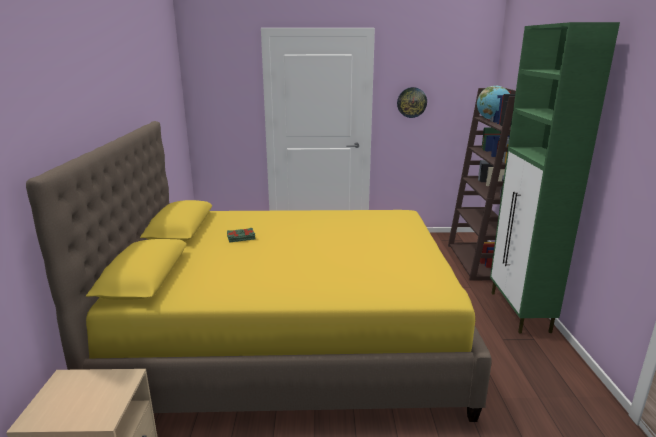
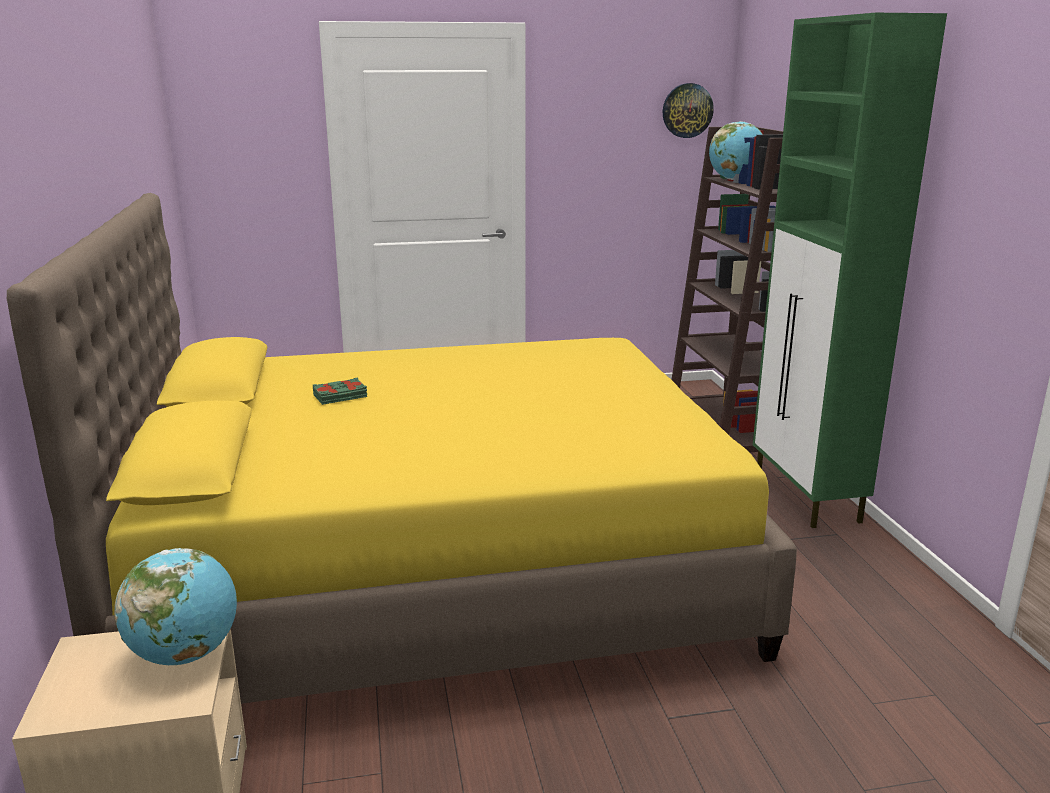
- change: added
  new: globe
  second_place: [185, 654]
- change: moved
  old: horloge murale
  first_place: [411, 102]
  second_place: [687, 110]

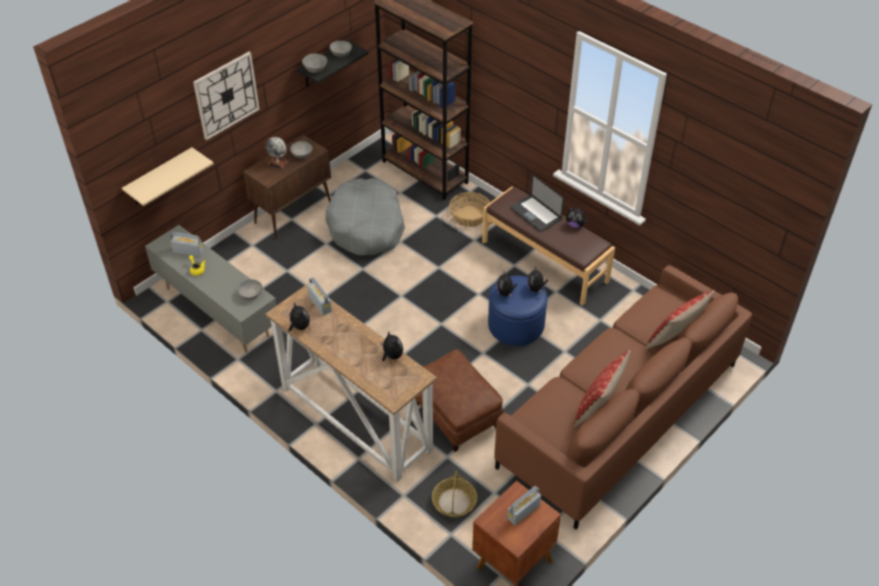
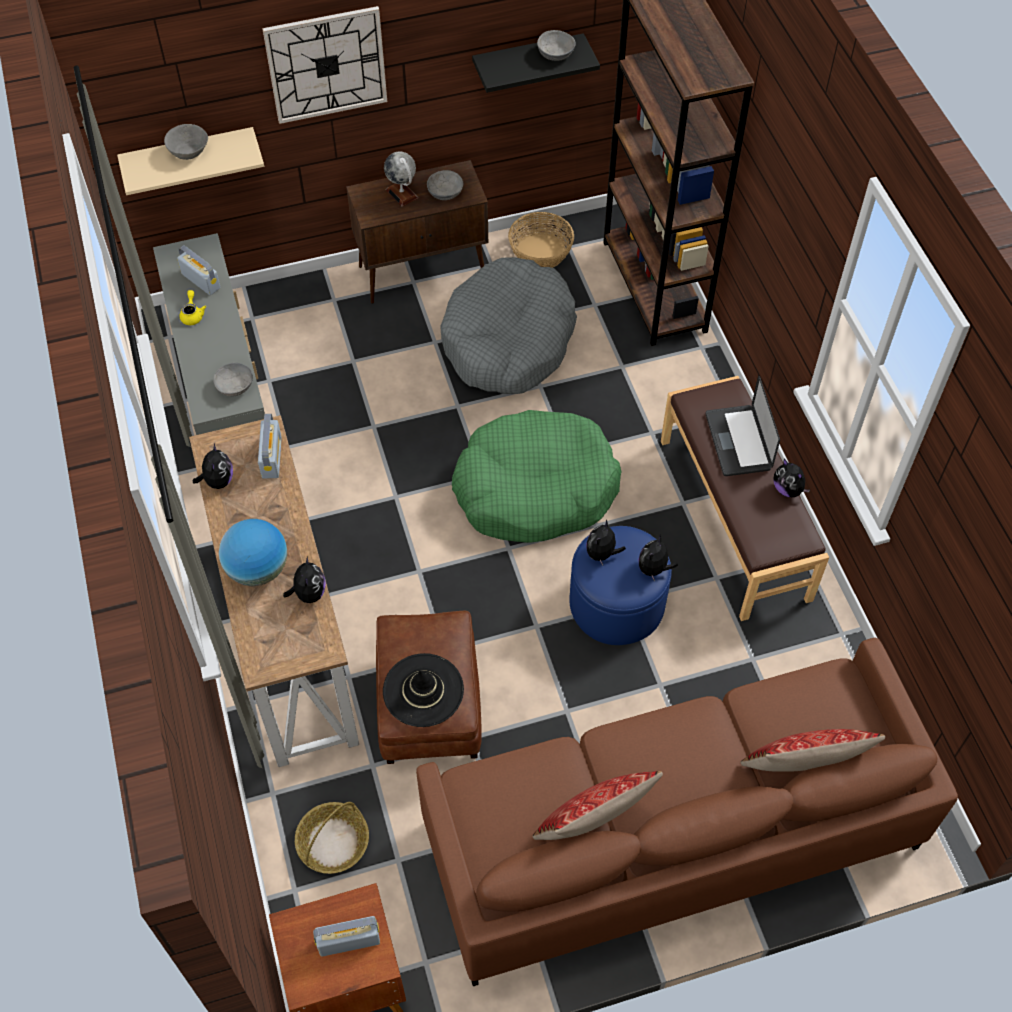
- change: moved
  old: bol/gris
  first_place: [315, 69]
  second_place: [188, 153]
- change: added
  new: globe
  second_place: [258, 570]
- change: added
  new: chapeau/noir
  second_place: [423, 690]
- change: added
  new: panier pour chien/vert
  second_place: [535, 489]
- change: moved
  old: panier
  first_place: [469, 216]
  second_place: [540, 251]

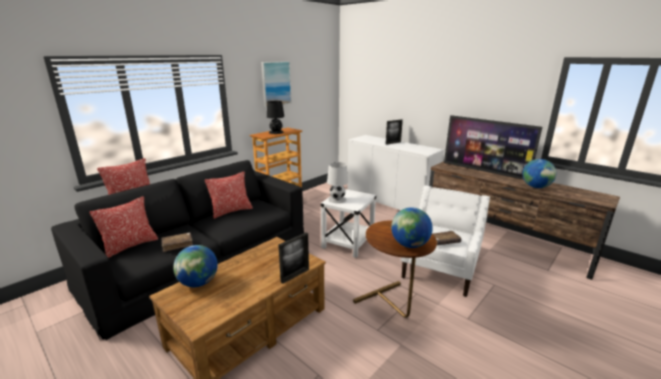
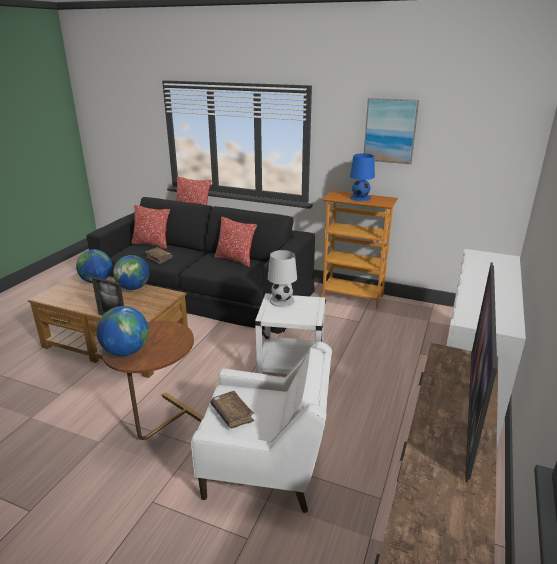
- change: moved
  old: globe
  first_place: [536, 187]
  second_place: [133, 288]
- change: recoloured
  old: lampe de table/noir
  new: lampe de table/bleu
  first_place: [276, 132]
  second_place: [360, 198]
- change: removed
  old: cadre photo
  first_place: [393, 143]

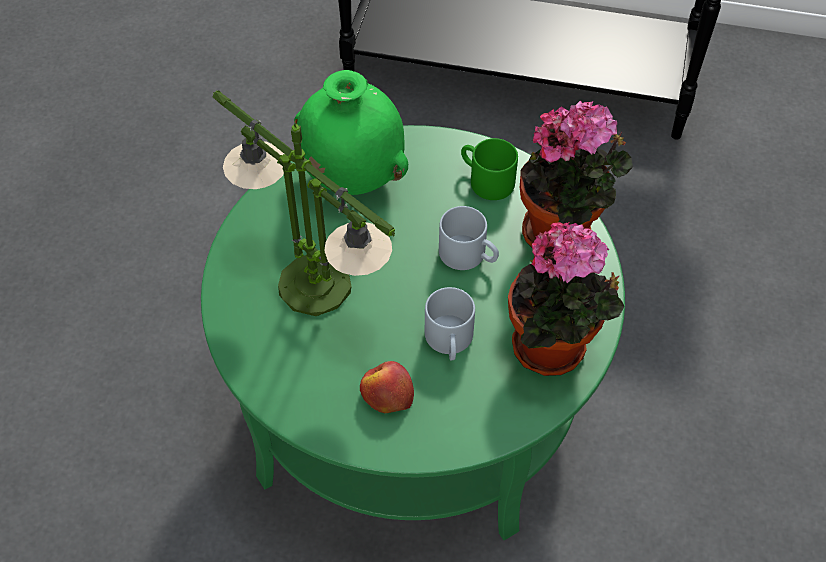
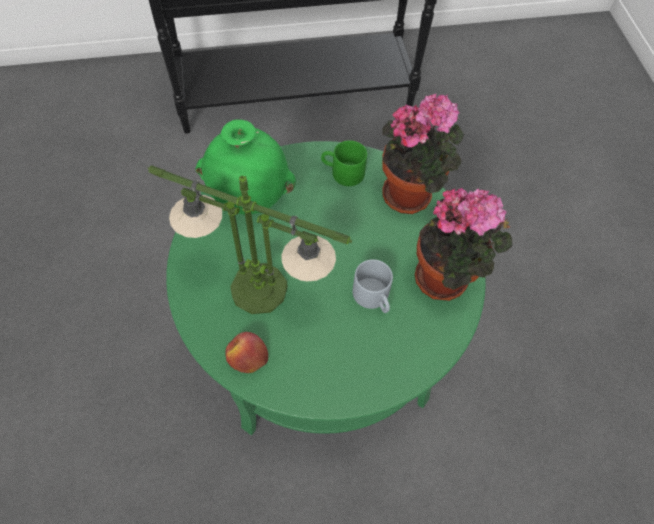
- change: moved
  old: pomme
  first_place: [386, 394]
  second_place: [247, 356]
- change: removed
  old: mug/gris
  first_place: [469, 255]

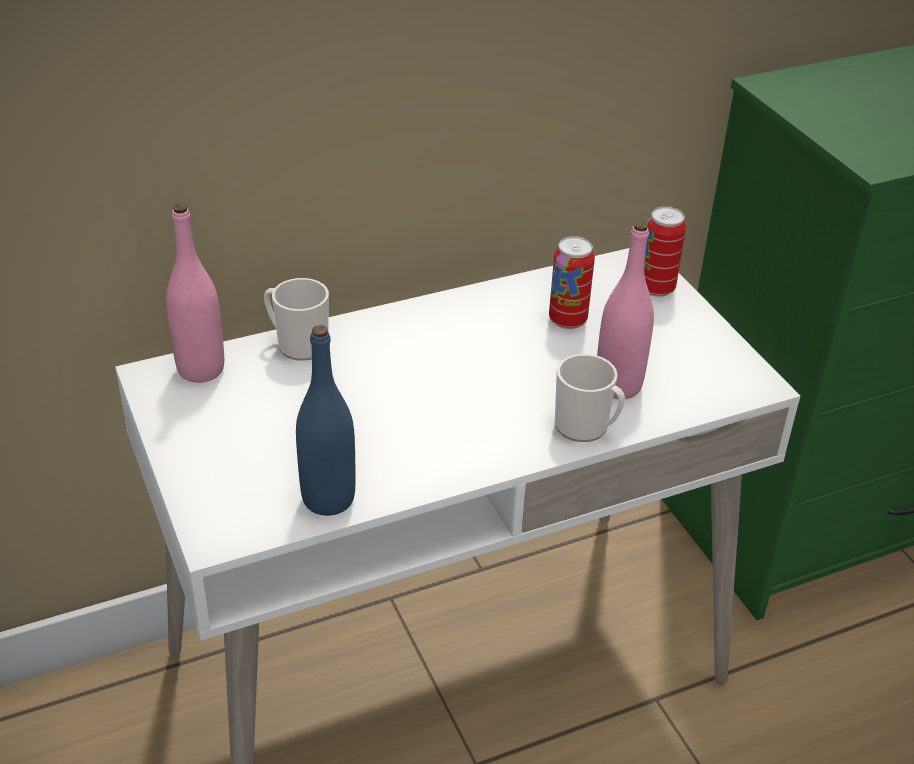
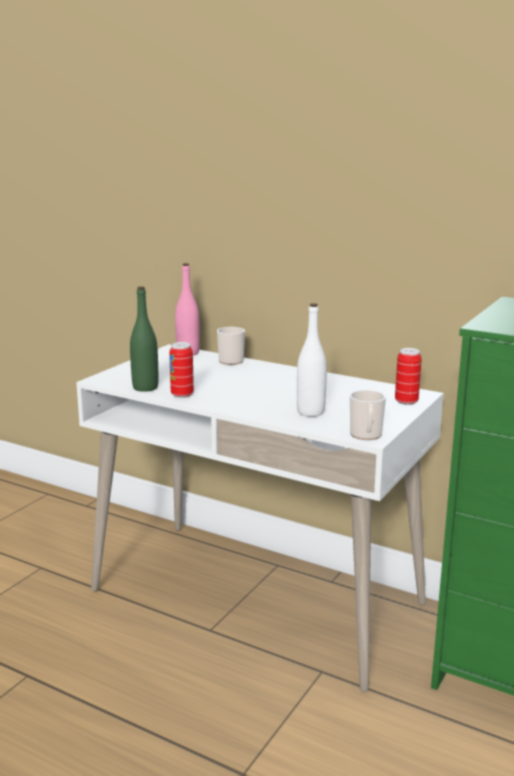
- change: recoloured
  old: bouteille/bleu
  new: bouteille/vert
  first_place: [328, 499]
  second_place: [145, 387]
- change: moved
  old: boîte métallique
  first_place: [567, 320]
  second_place: [182, 395]
- change: recoloured
  old: bouteille/rose
  new: bouteille/blanc
  first_place: [618, 386]
  second_place: [310, 412]
- change: moved
  old: mug
  first_place: [586, 427]
  second_place: [366, 435]

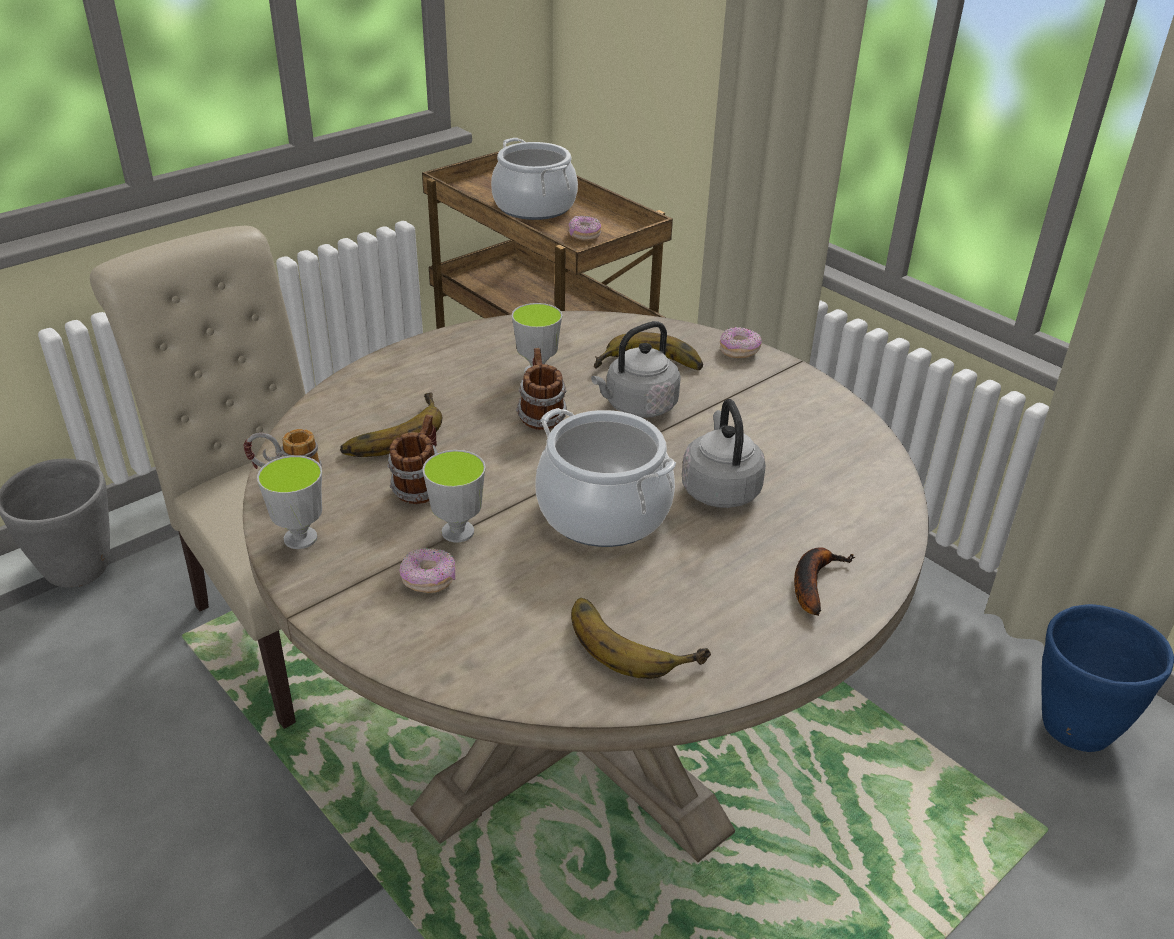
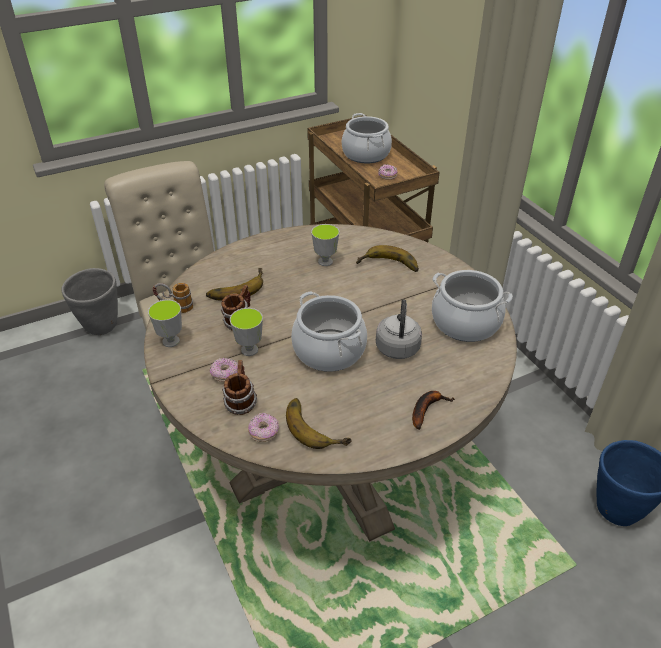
- change: moved
  old: mug
  first_place: [540, 416]
  second_place: [240, 403]
- change: moved
  old: beignet
  first_place: [739, 351]
  second_place: [264, 432]
- change: added
  new: marmite
  second_place: [465, 323]
- change: removed
  old: bouilloire/gris
  first_place: [637, 407]

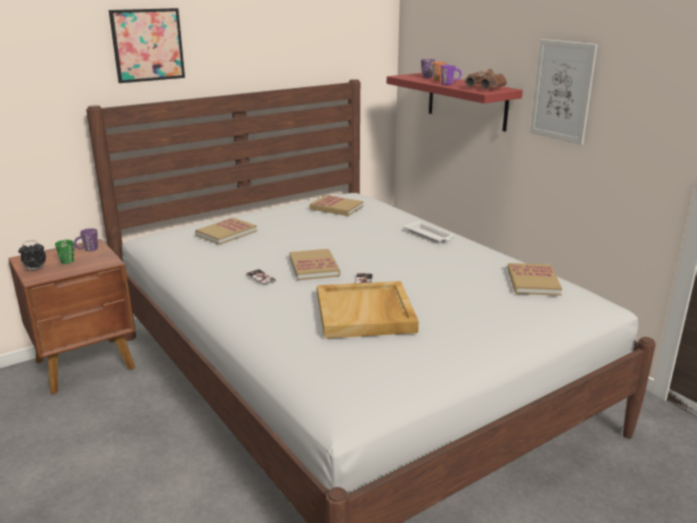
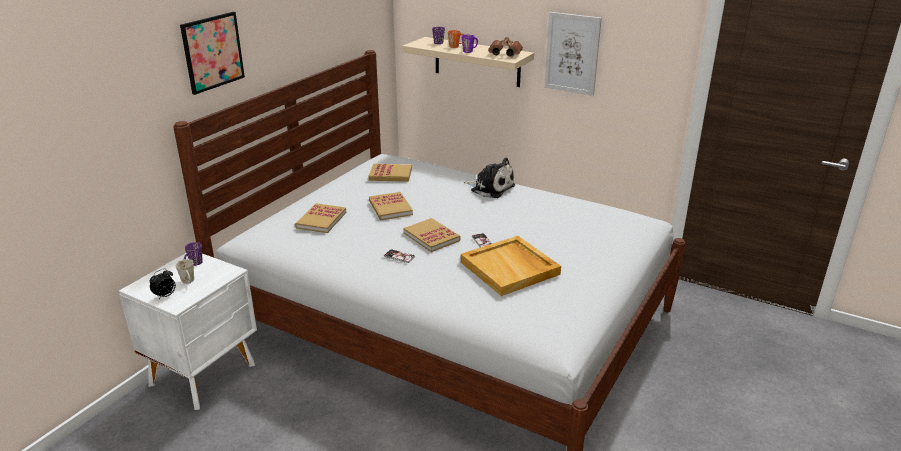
- change: recoloured
  old: table de chevet/marron
  new: table de chevet/blanc
  first_place: [87, 365]
  second_place: [205, 374]
- change: recoloured
  old: mug/vert
  new: mug/blanc
  first_place: [66, 263]
  second_place: [189, 282]
- change: moved
  old: livre
  first_place: [533, 282]
  second_place: [390, 208]
- change: recoloured
  old: étagère/rouge
  new: étagère/beige
  first_place: [467, 101]
  second_place: [477, 62]
- change: replaced
  old: plateau/blanc
  new: peluche
  first_place: [429, 236]
  second_place: [490, 188]

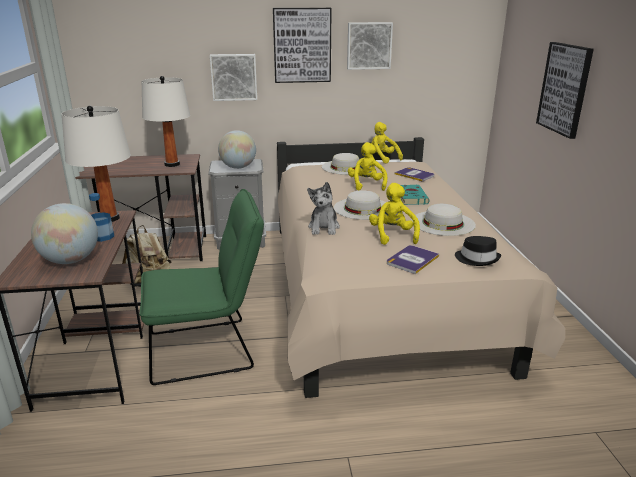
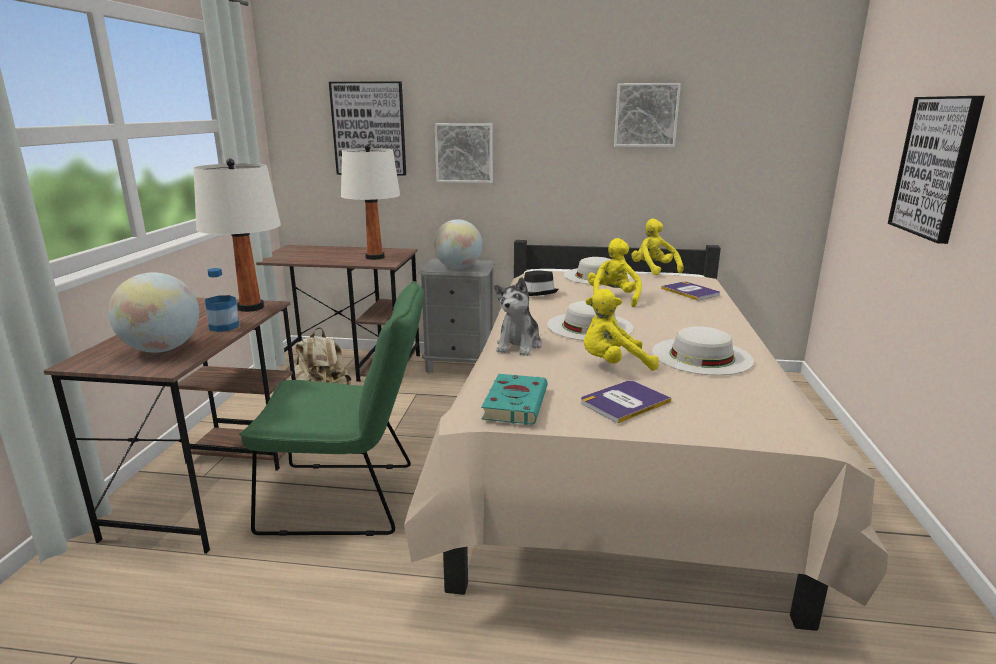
- change: moved
  old: tableau
  first_place: [302, 45]
  second_place: [369, 129]
- change: moved
  old: livre/turquoise
  first_place: [411, 197]
  second_place: [515, 403]
- change: moved
  old: chapeau/noir
  first_place: [477, 258]
  second_place: [537, 292]
- change: turned
  old: peluche/jaune
  first_place: [392, 235]
  second_place: [613, 365]
  degrees: -105

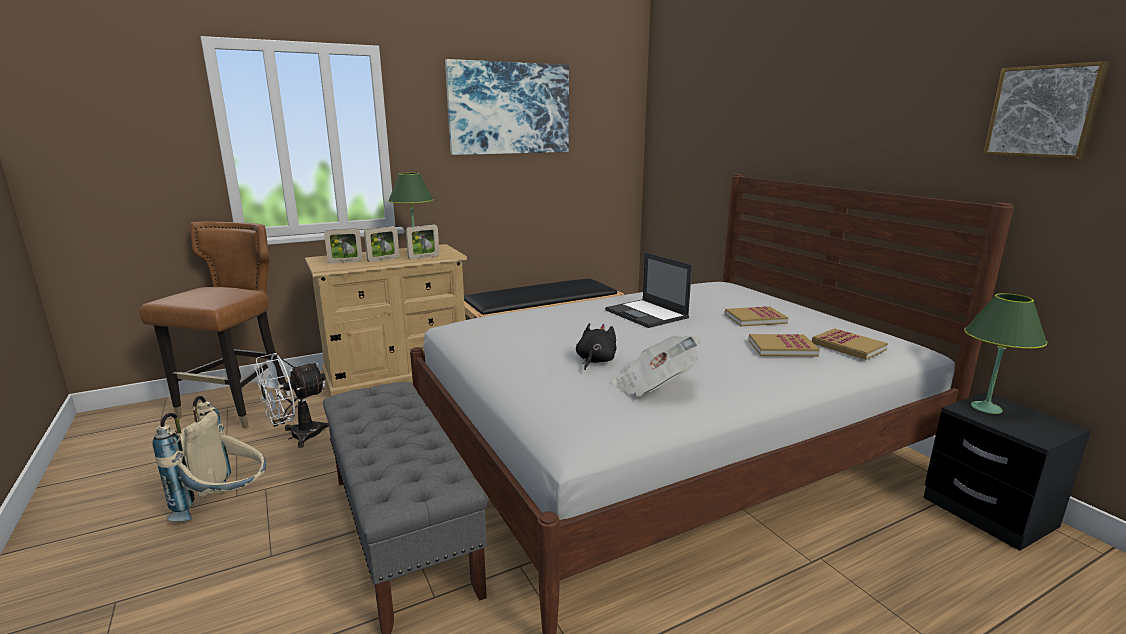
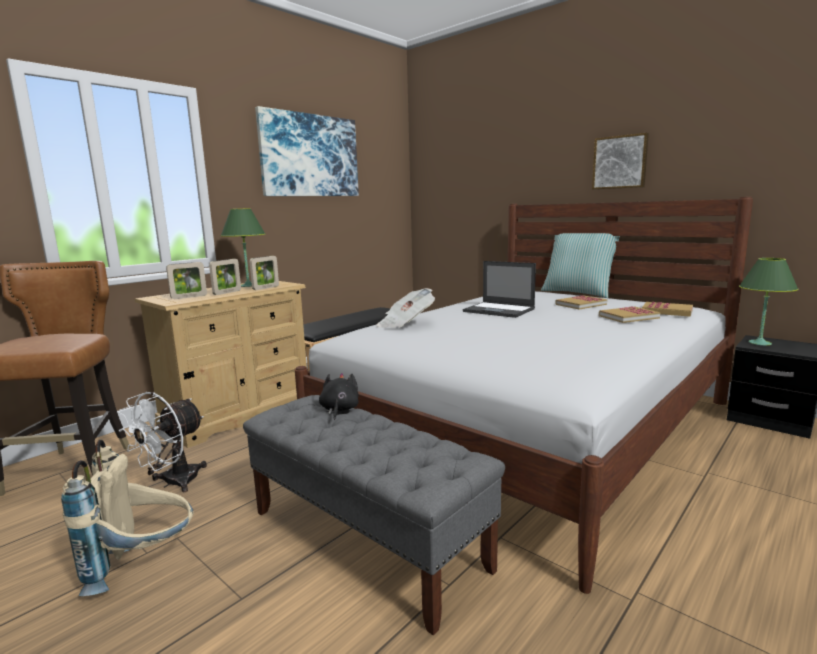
- change: moved
  old: peluche/noir
  first_place: [595, 361]
  second_place: [339, 410]
- change: moved
  old: journal
  first_place: [653, 385]
  second_place: [405, 324]
- change: added
  new: coussin
  second_place: [578, 293]
- change: moved
  old: tableau
  first_place: [1044, 111]
  second_place: [620, 162]

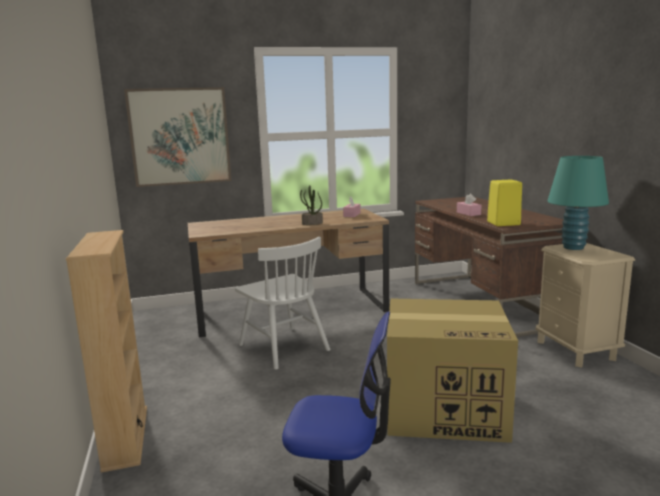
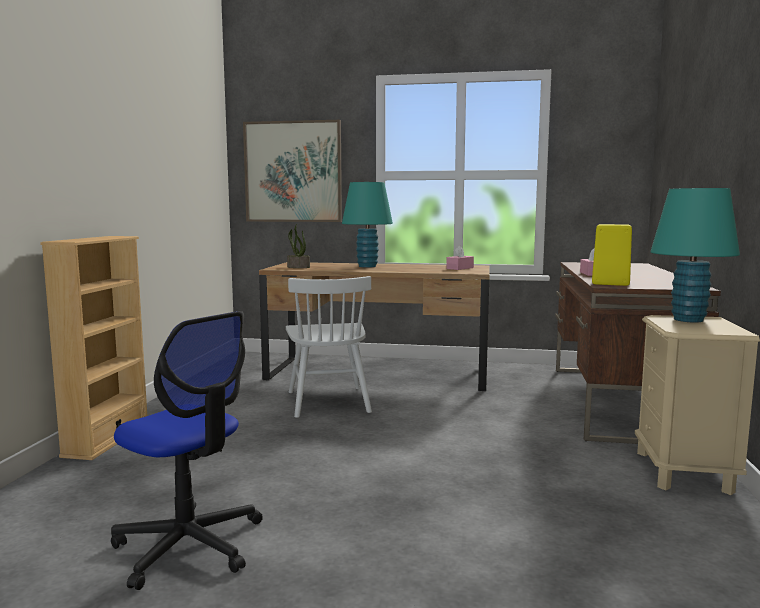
- change: moved
  old: plante en pot
  first_place: [312, 223]
  second_place: [298, 267]
- change: added
  new: lampe de table/turquoise
  second_place: [367, 266]
- change: removed
  old: carton
  first_place: [446, 409]

